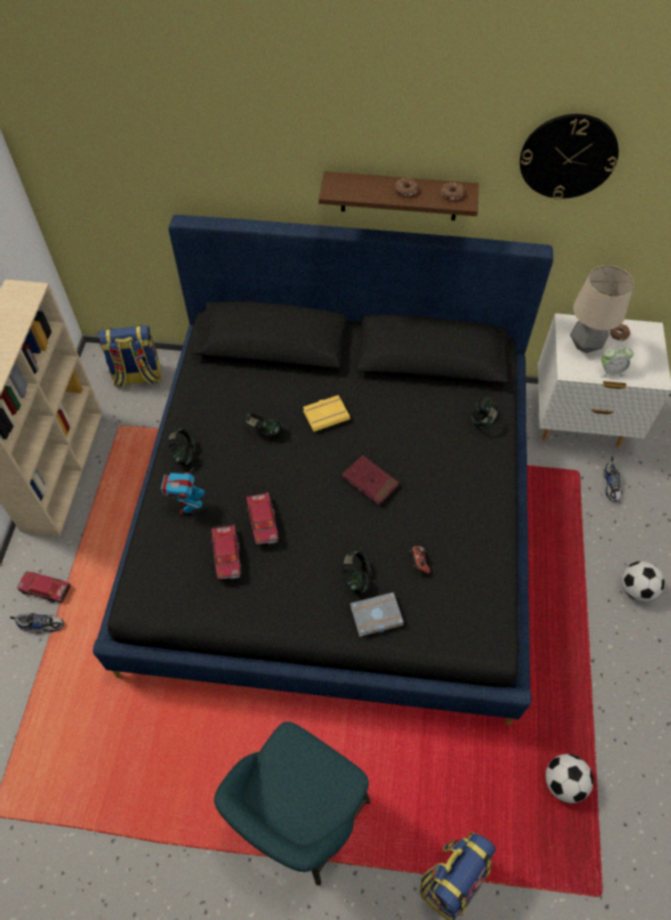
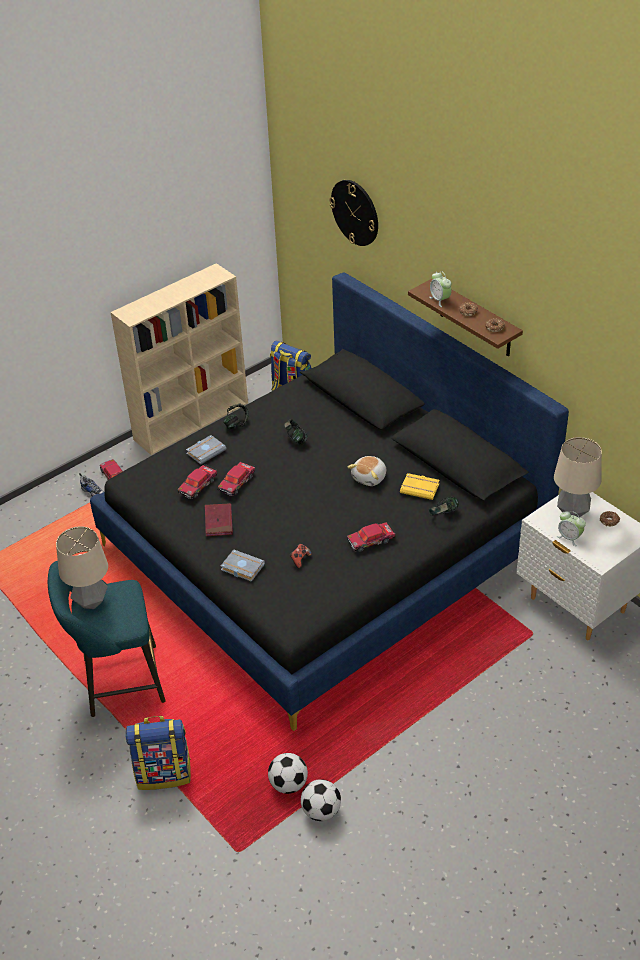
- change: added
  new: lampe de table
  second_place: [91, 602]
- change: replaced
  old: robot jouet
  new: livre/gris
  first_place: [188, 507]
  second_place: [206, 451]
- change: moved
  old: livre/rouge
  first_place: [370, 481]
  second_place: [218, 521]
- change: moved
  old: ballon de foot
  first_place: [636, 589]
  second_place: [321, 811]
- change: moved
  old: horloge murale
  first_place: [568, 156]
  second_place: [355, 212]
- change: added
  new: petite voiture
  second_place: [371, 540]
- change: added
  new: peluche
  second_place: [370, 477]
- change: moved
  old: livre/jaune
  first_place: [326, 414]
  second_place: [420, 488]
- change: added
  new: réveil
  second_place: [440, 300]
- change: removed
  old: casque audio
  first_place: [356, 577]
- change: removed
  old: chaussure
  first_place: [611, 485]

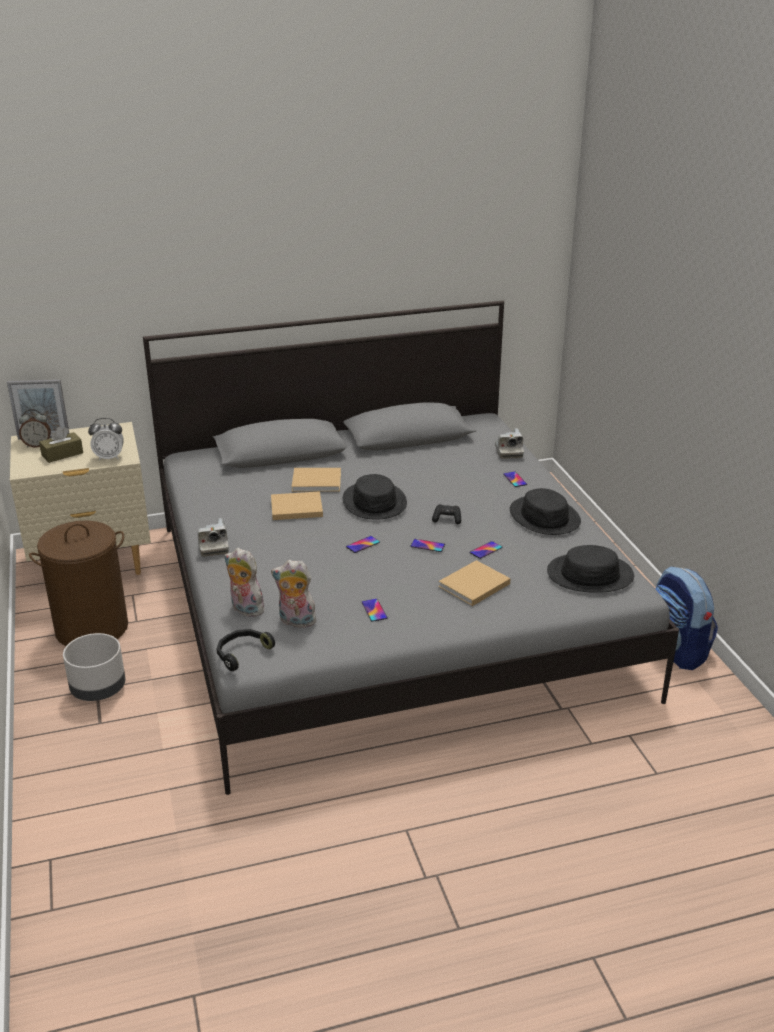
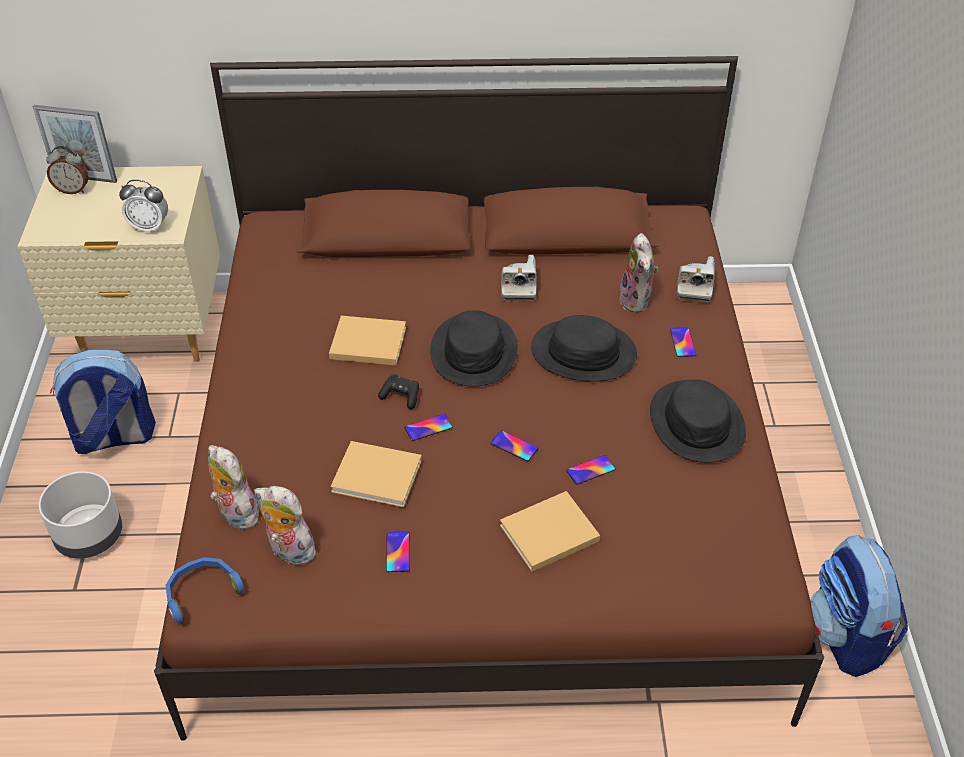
- change: replaced
  old: panier à linge/marron
  new: sac à dos
  first_place: [91, 629]
  second_place: [113, 438]
- change: recoloured
  old: lit/gris
  new: lit/marron
  first_place: [387, 606]
  second_place: [482, 475]
- change: recoloured
  old: casque audio/noir
  new: casque audio/bleu
  first_place: [242, 653]
  second_place: [201, 591]
- change: moved
  old: livre/beige
  first_place: [318, 482]
  second_place: [379, 477]
- change: moved
  old: manette/noir
  first_place: [447, 519]
  second_place: [401, 396]
- change: moved
  old: appareil photo
  first_place: [213, 546]
  second_place: [518, 287]
- change: moved
  old: chapeau/noir
  first_place: [590, 575]
  second_place: [583, 352]
- change: added
  new: peluche
  second_place: [637, 301]
- change: removed
  old: boîte à mouchoirs/marron
  first_place: [62, 454]

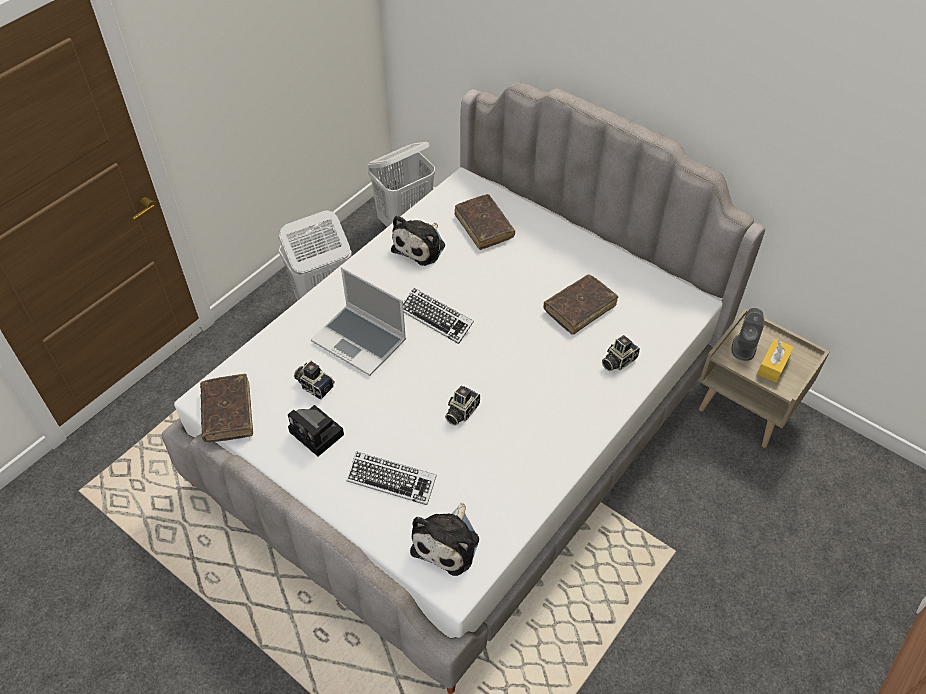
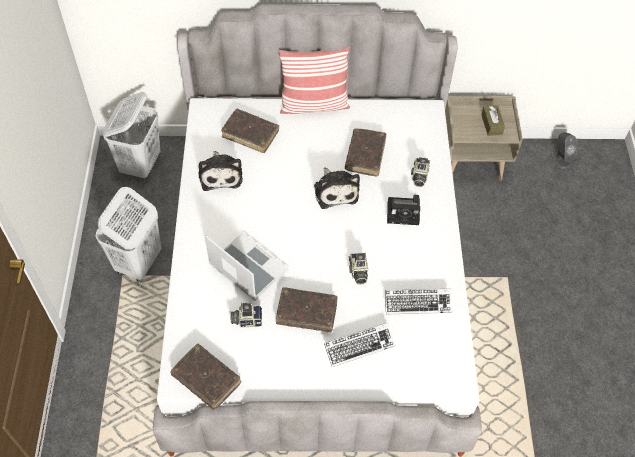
- change: turned
  old: ordinateur portable
  first_place: [361, 341]
  second_place: [246, 268]
  degrees: -135
- change: added
  new: livre/marron
  second_place: [306, 313]
- change: added
  new: coussin
  second_place: [314, 105]
- change: moved
  old: peluche
  first_place: [448, 542]
  second_place: [335, 191]
- change: moved
  old: clavier
  first_place: [436, 318]
  second_place: [417, 303]
- change: moved
  old: appareil photo
  first_place: [318, 434]
  second_place: [404, 213]
- change: recoloured
  old: boîte à mouchoirs/jaune
  new: boîte à mouchoirs/marron
  first_place: [773, 365]
  second_place: [491, 124]
- change: moved
  old: enceinte/gris
  first_place: [744, 347]
  second_place: [561, 159]

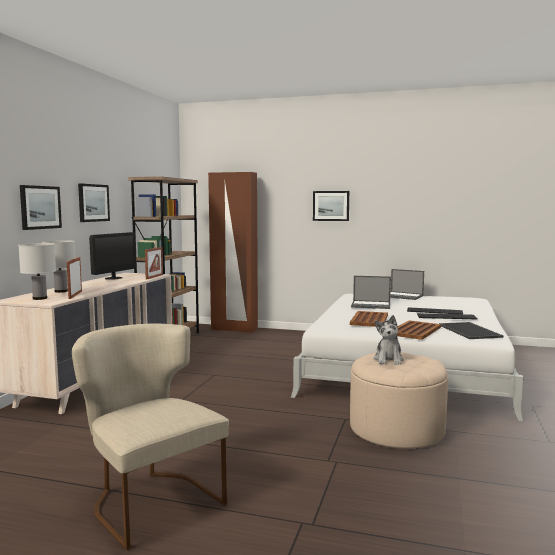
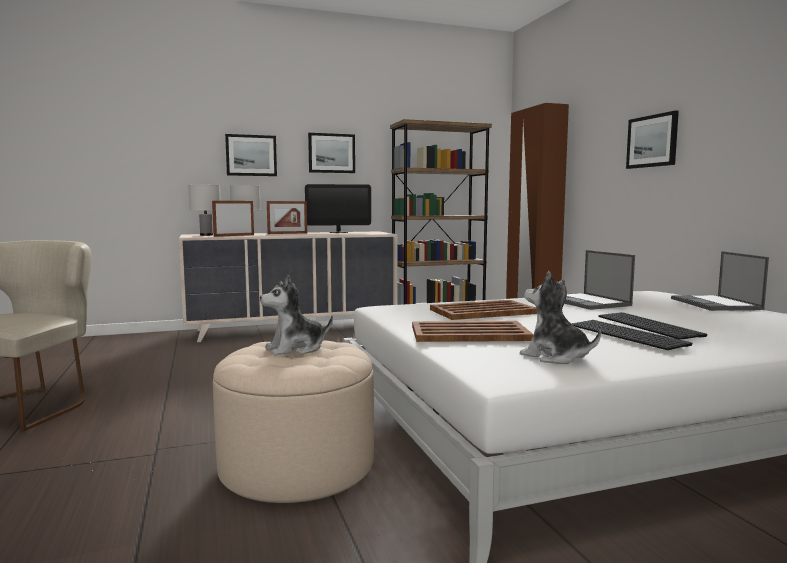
- change: moved
  old: cadre photo
  first_place: [154, 277]
  second_place: [287, 233]
- change: replaced
  old: plateau
  new: peluche
  first_place: [470, 331]
  second_place: [555, 357]

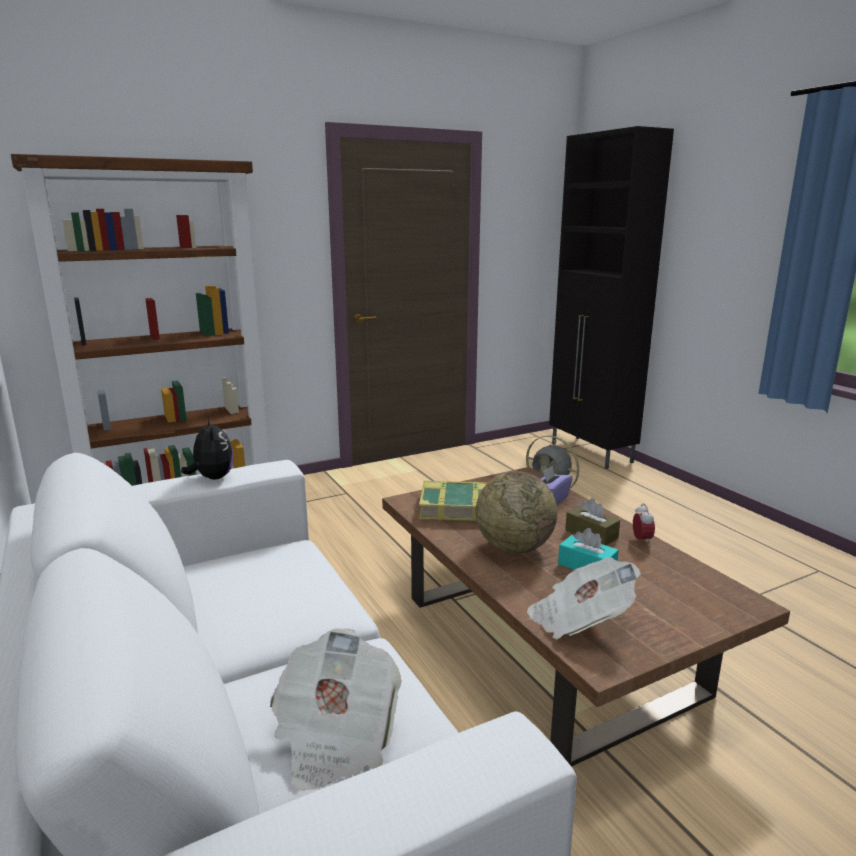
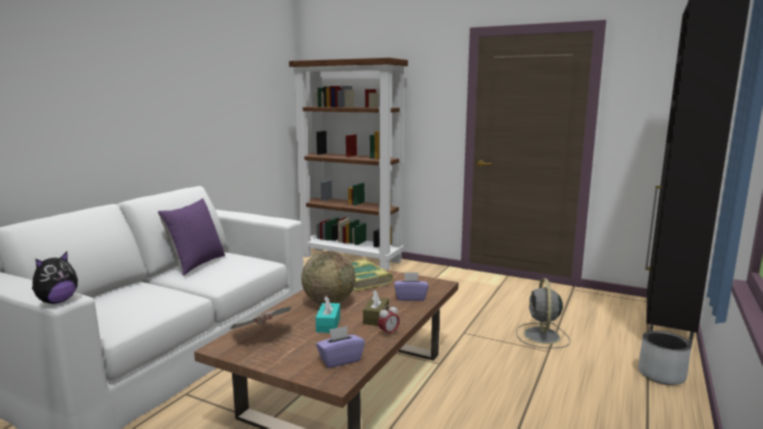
- change: moved
  old: peluche
  first_place: [212, 478]
  second_place: [57, 301]
- change: added
  new: coussin/violet
  second_place: [196, 264]
- change: added
  new: boîte à mouchoirs/violet
  second_place: [340, 360]
- change: added
  new: cache-pot/gris
  second_place: [662, 375]
- change: removed
  old: journal
  first_place: [335, 736]

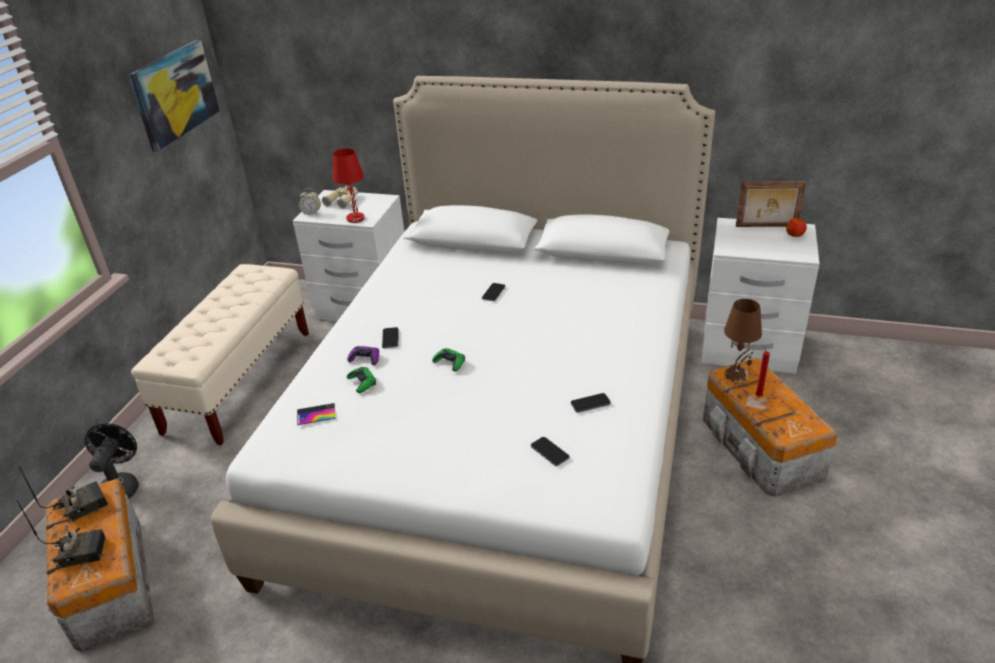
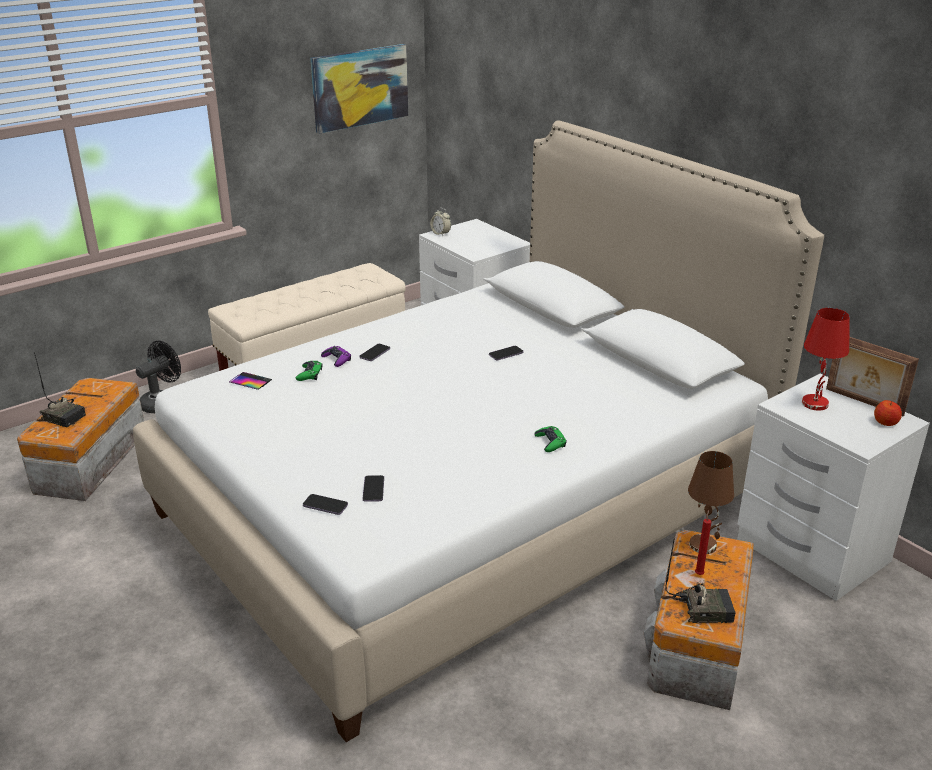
- change: moved
  old: téléphone
  first_place: [590, 404]
  second_place: [325, 505]
- change: moved
  old: manette/vert
  first_place: [450, 362]
  second_place: [550, 442]
- change: moved
  old: radio
  first_place: [82, 505]
  second_place: [703, 608]
- change: moved
  old: lampe de table/rouge
  first_place: [356, 218]
  second_place: [815, 404]
- change: removed
  old: jumelles/beige
  first_place: [343, 200]

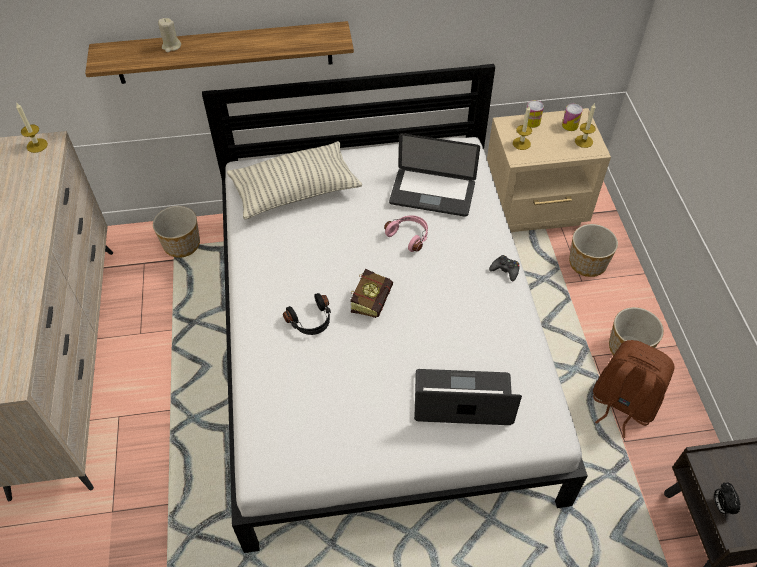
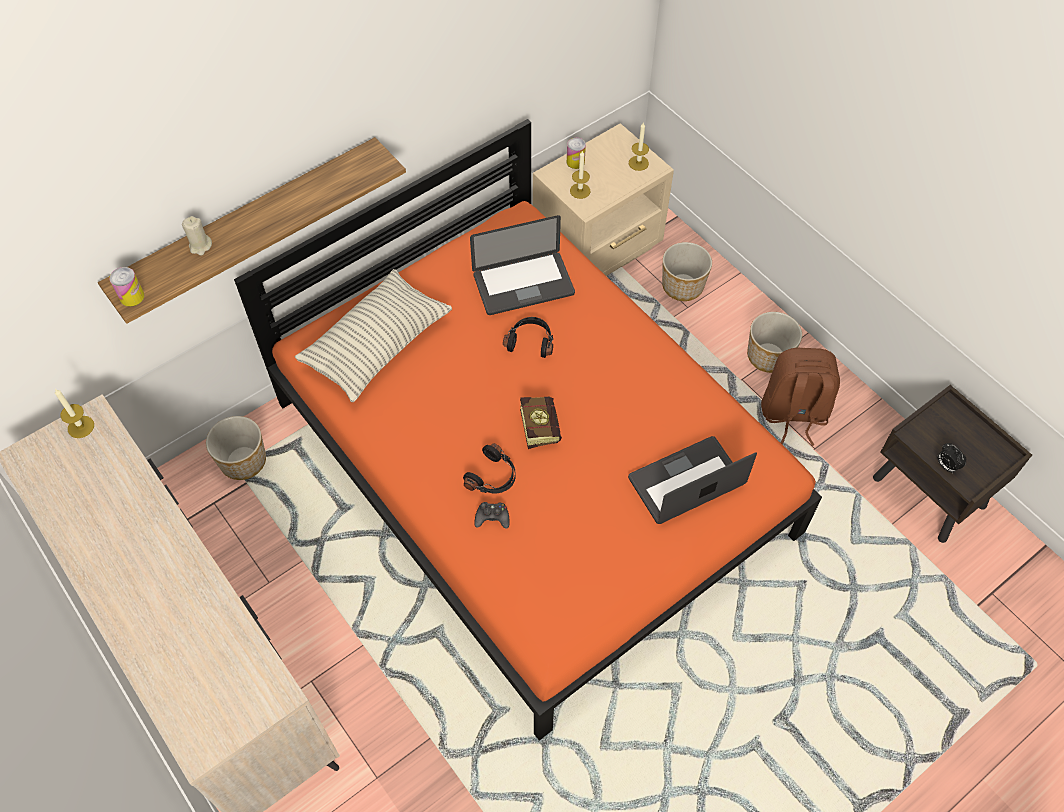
- change: moved
  old: boîte métallique
  first_place: [570, 125]
  second_place: [132, 296]
- change: recoloured
  old: lit/blanc
  new: lit/orange
  first_place: [380, 342]
  second_place: [533, 464]
- change: moved
  old: manette/noir
  first_place: [505, 270]
  second_place: [492, 517]
- change: recoloured
  old: casque audio/rose
  new: casque audio/noir
  first_place: [409, 236]
  second_place: [530, 341]

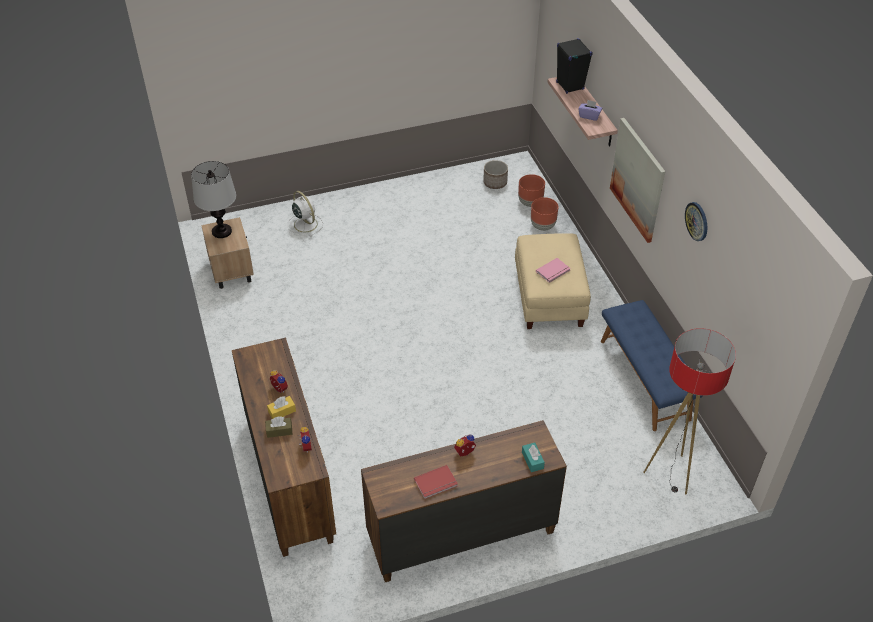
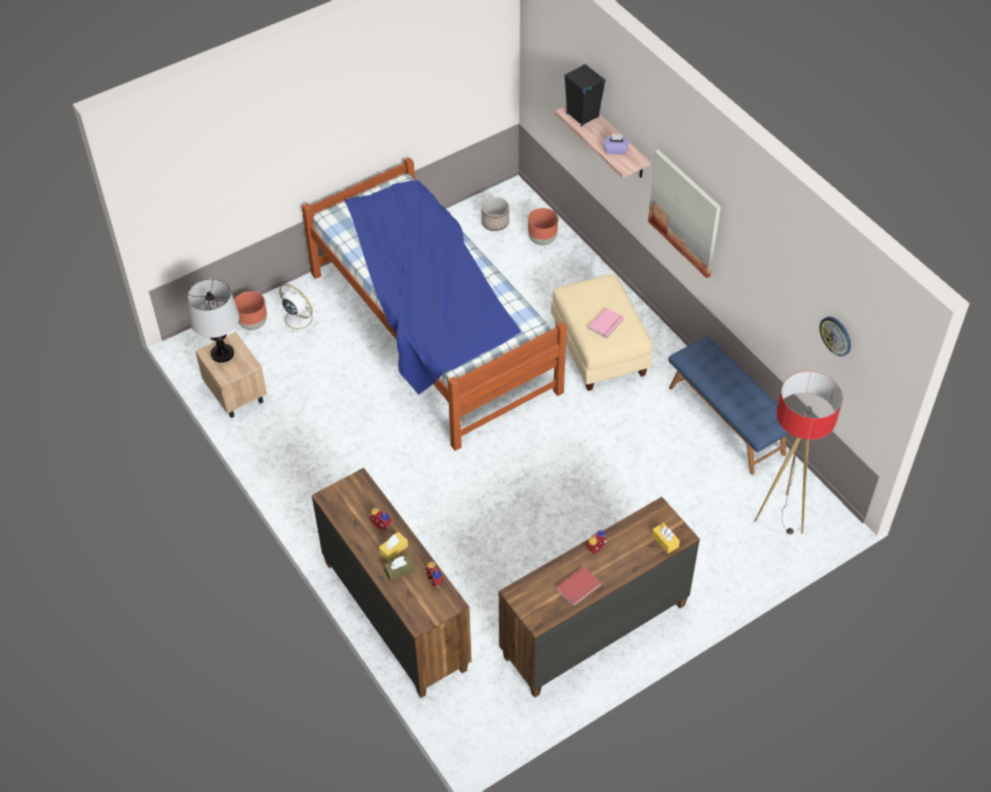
- change: moved
  old: cache-pot/marron
  first_place: [542, 226]
  second_place: [252, 324]
- change: added
  new: lit
  second_place: [432, 332]
- change: recoloured
  old: boîte à mouchoirs/turquoise
  new: boîte à mouchoirs/jaune
  first_place: [532, 460]
  second_place: [665, 541]
- change: moved
  old: horloge murale
  first_place: [697, 221]
  second_place: [836, 335]

